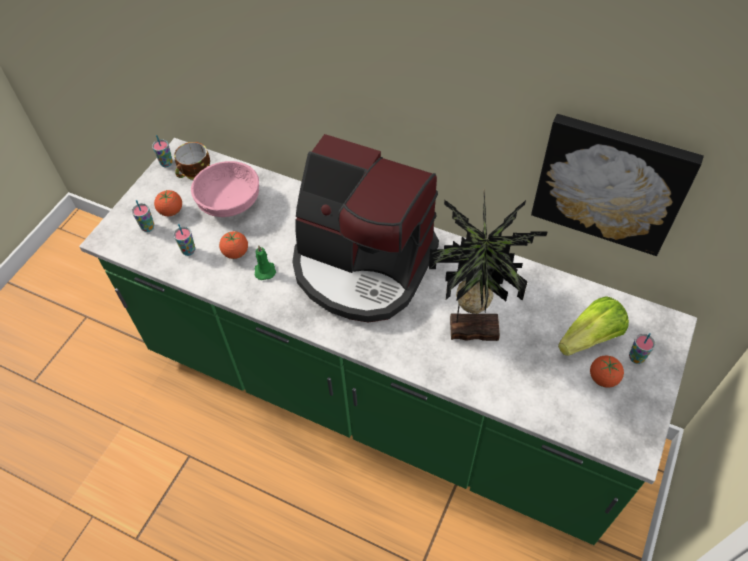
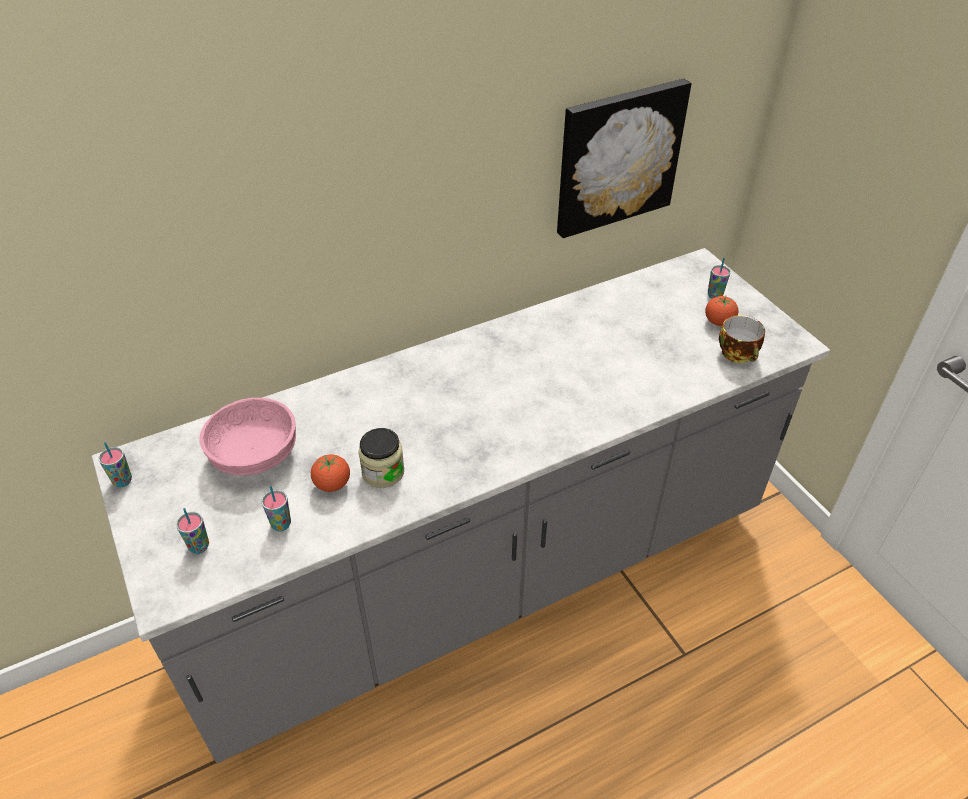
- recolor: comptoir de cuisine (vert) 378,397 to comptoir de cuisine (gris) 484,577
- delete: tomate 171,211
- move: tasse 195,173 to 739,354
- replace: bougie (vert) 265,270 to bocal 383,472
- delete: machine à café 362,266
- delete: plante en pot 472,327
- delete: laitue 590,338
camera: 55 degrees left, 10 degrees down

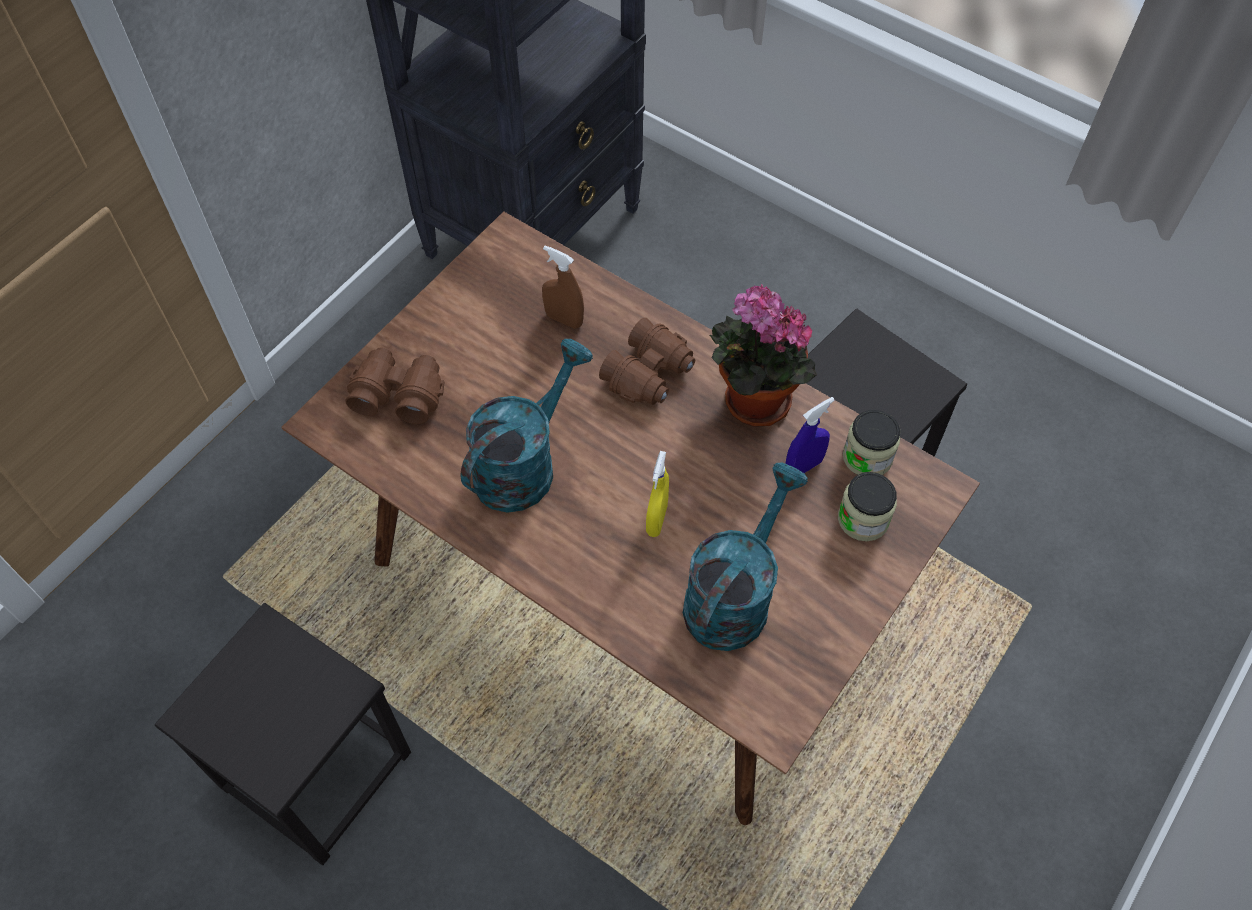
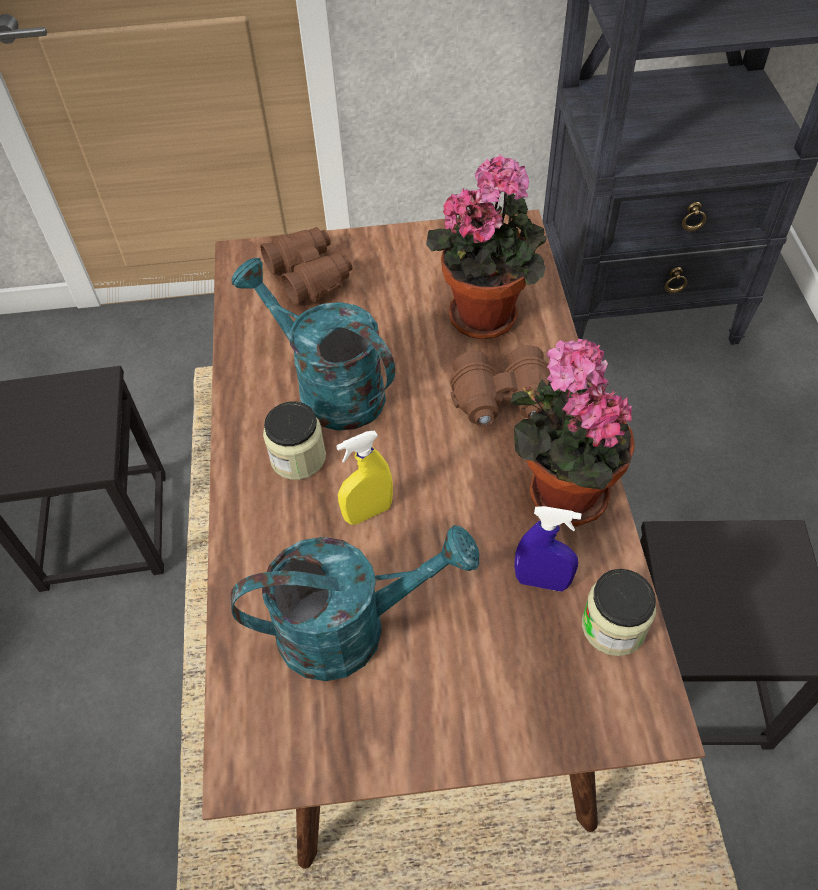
- rotate: arrosoir (turquoise) 524,463 = 328,388 135 degrees counterclockwise
- replace: vaporisateur (marron) 564,319 to plante en pot 487,312
- move: bocal 863,519 to 298,457
camera: 50 degrees right, 5 degrees down

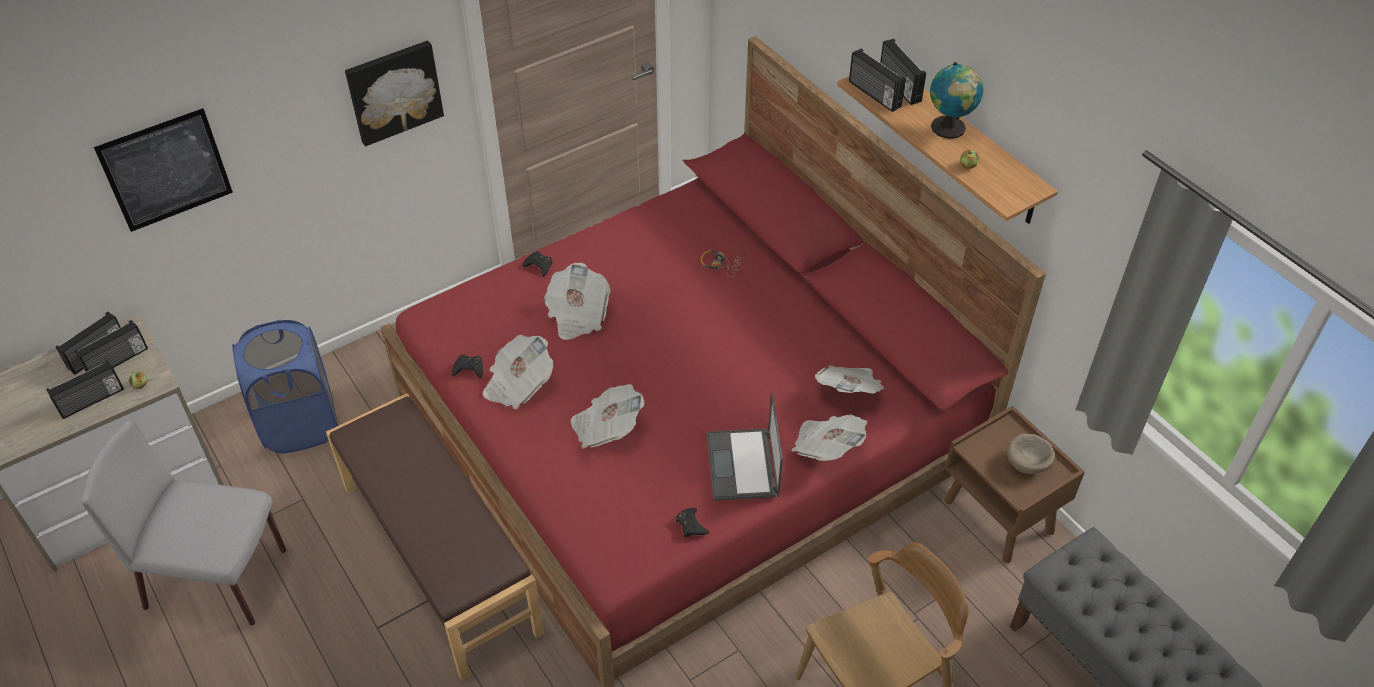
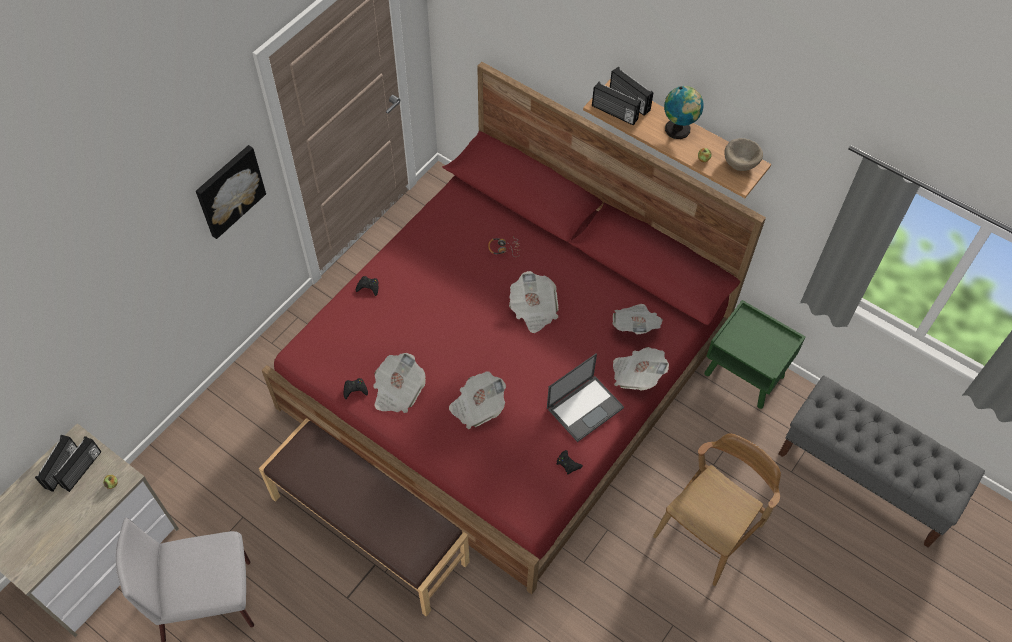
- delete: radio 92,401
- delete: tableau 166,170
- delete: panier à linge (bleu) 300,424
- move: journal 577,315 to 533,310
- rotate: ordinateur portable 743,466 = 585,407 105 degrees counterclockwise
- recolor: table de chevet (marron) 999,517 to table de chevet (vert) 745,375
- move: bol (beige) 1028,463 to 741,162
camera: 20 degrees left, 10 degrees up

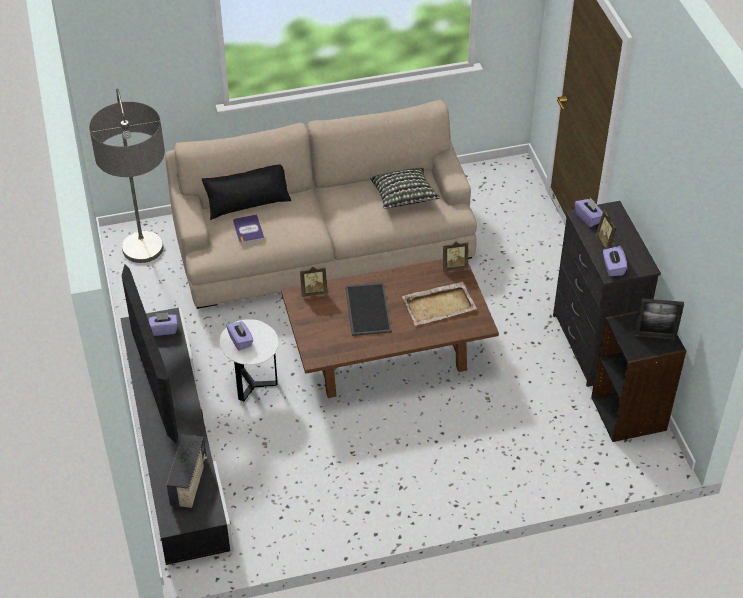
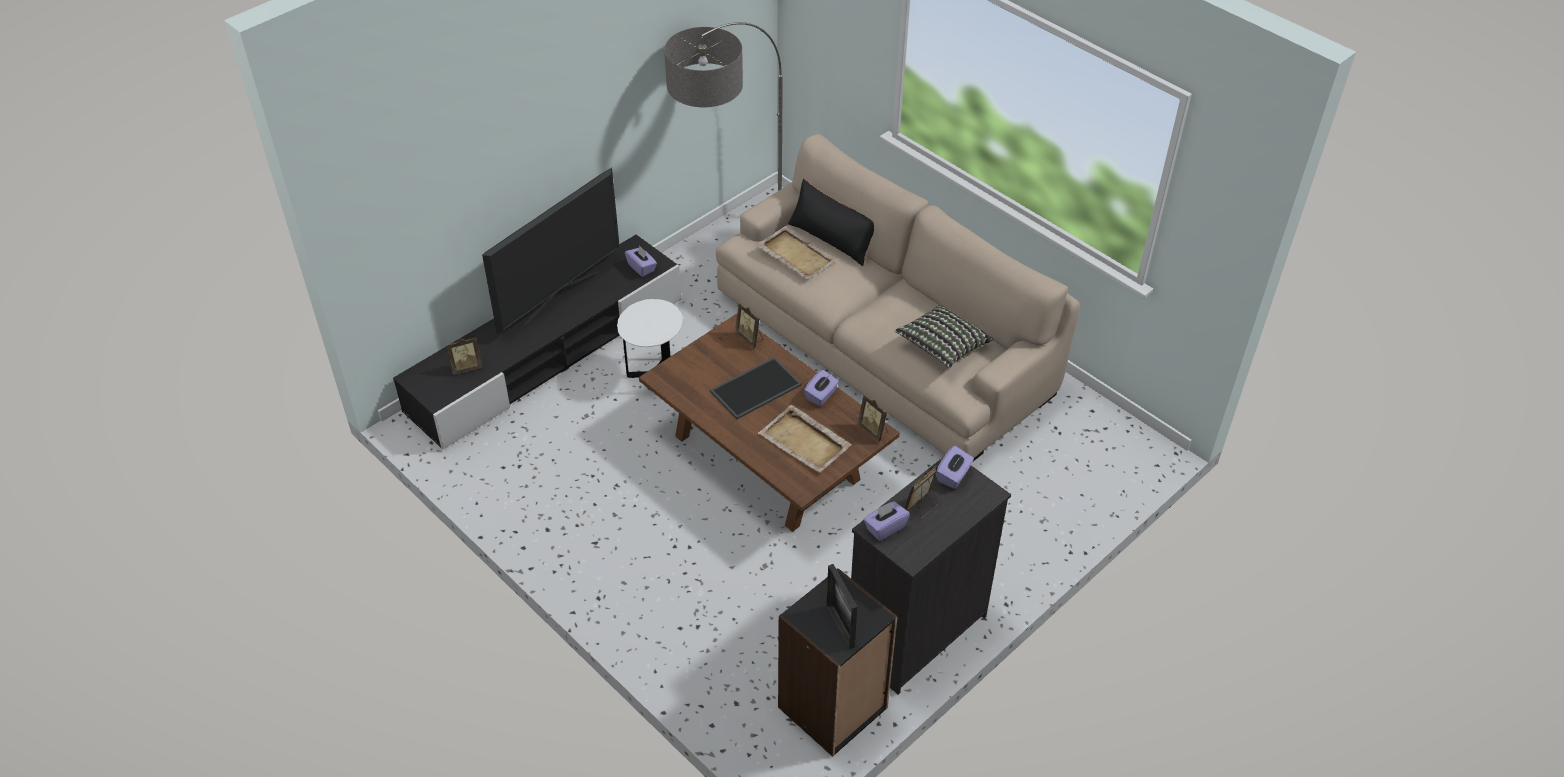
- replace: radio 189,483 to cadre photo 466,367
- move: boîte à mouchoirs (violet) 240,341 to 821,396
- replace: livre 248,229 to plateau (beige) 795,254
camera: 60 degrees right, 0 degrees up

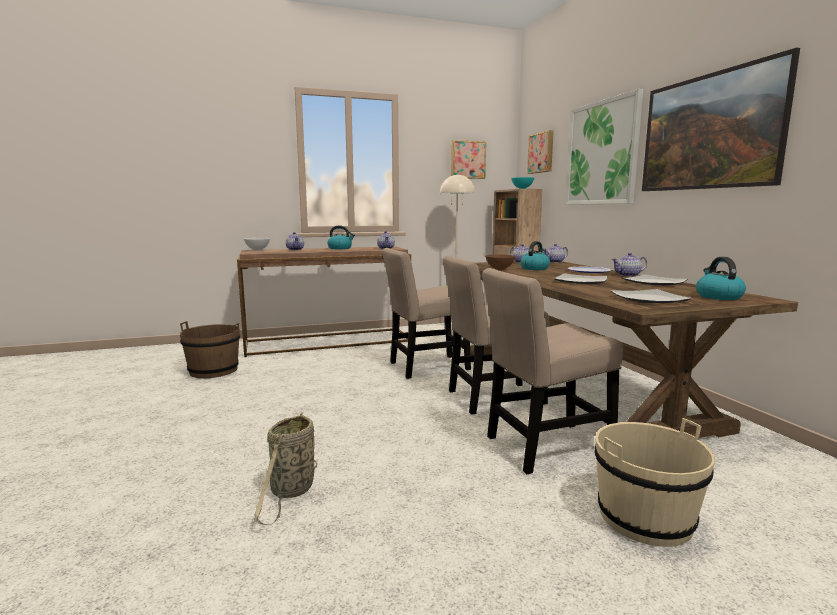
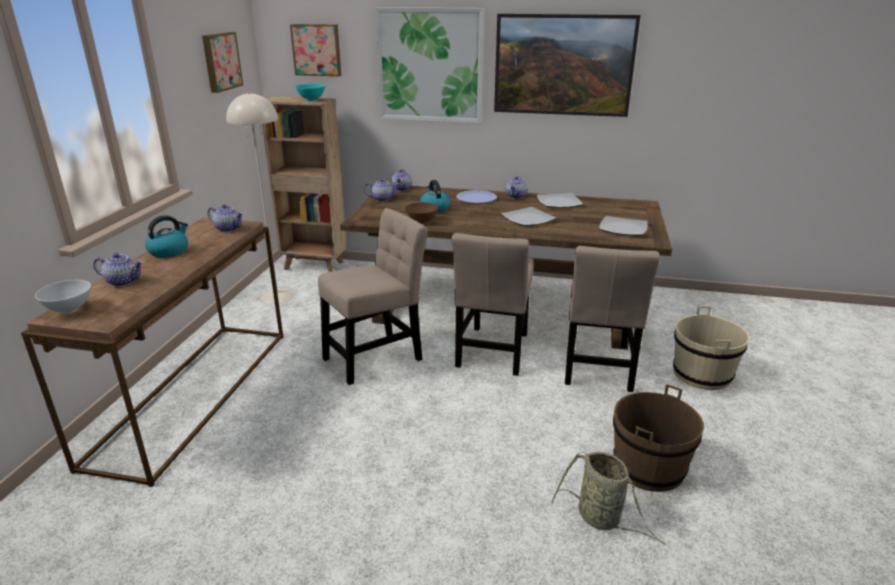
- move: seau (marron) 213,371 to 648,467
- rotate: chaise (beige) 425,367 = 377,357 135 degrees counterclockwise
- delete: bouilloire 718,297
camera: 60 degrees left, 15 degrees up

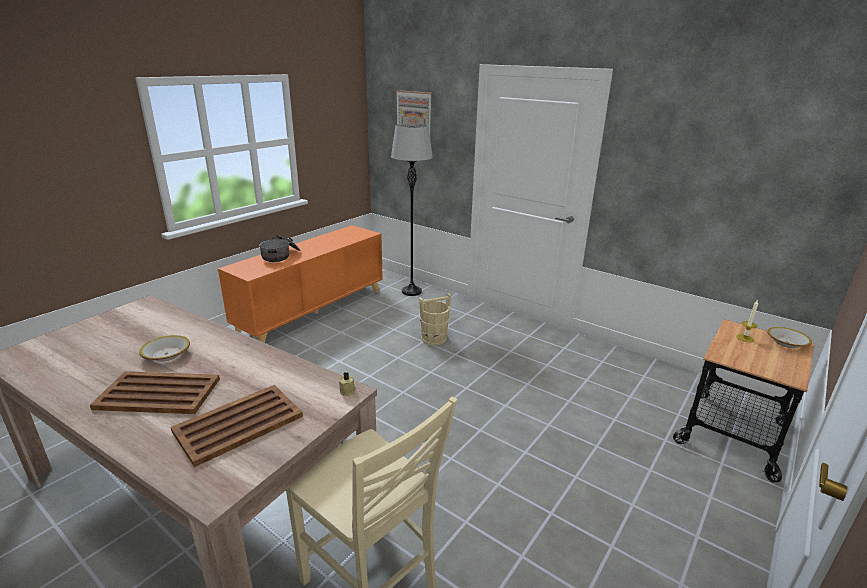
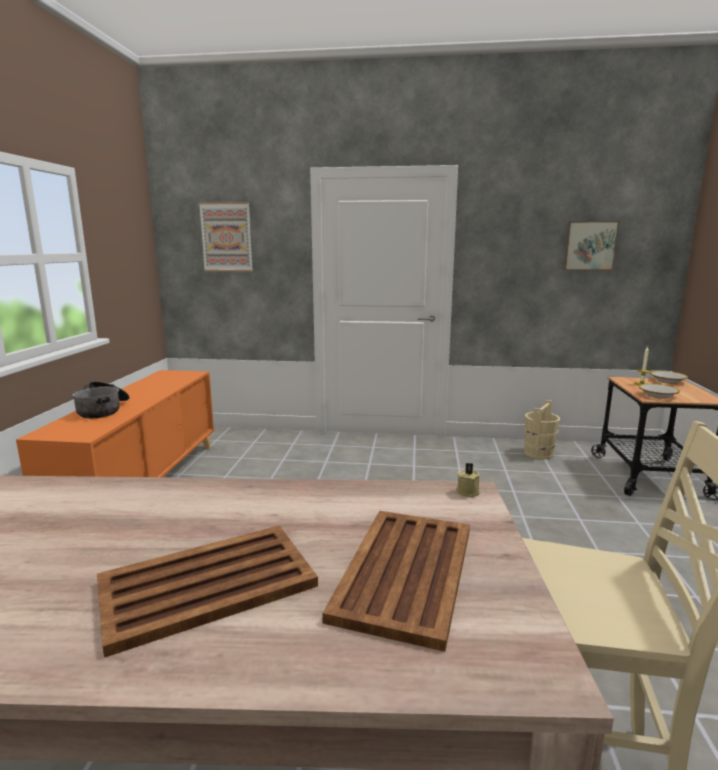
- move: bol 166,354 to 657,395
- delete: lampadaire (gris) 411,291
- move: seau (beige) 434,338 to 539,453
- insert: tableau 589,246
camera: 30 degrees left, 10 degrees down

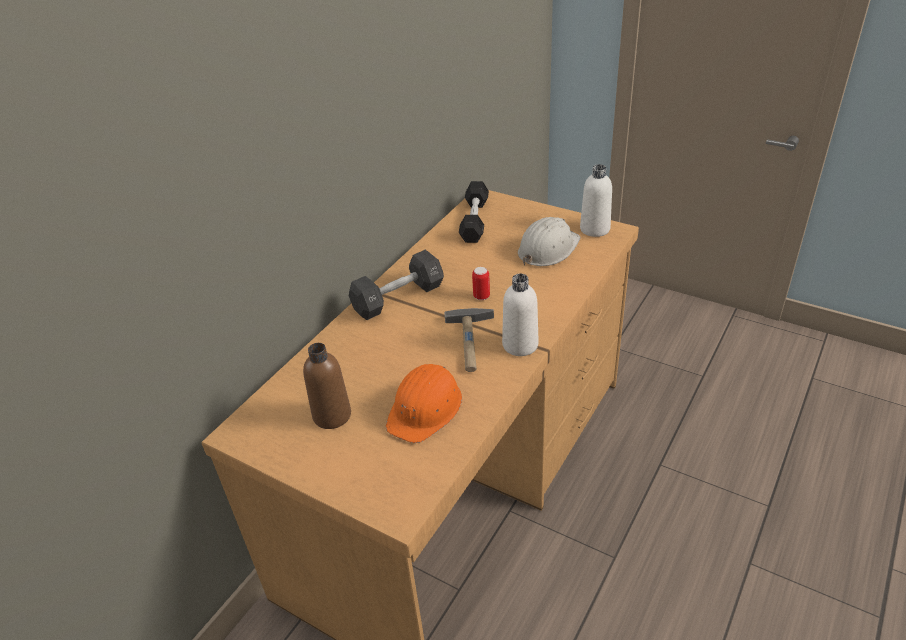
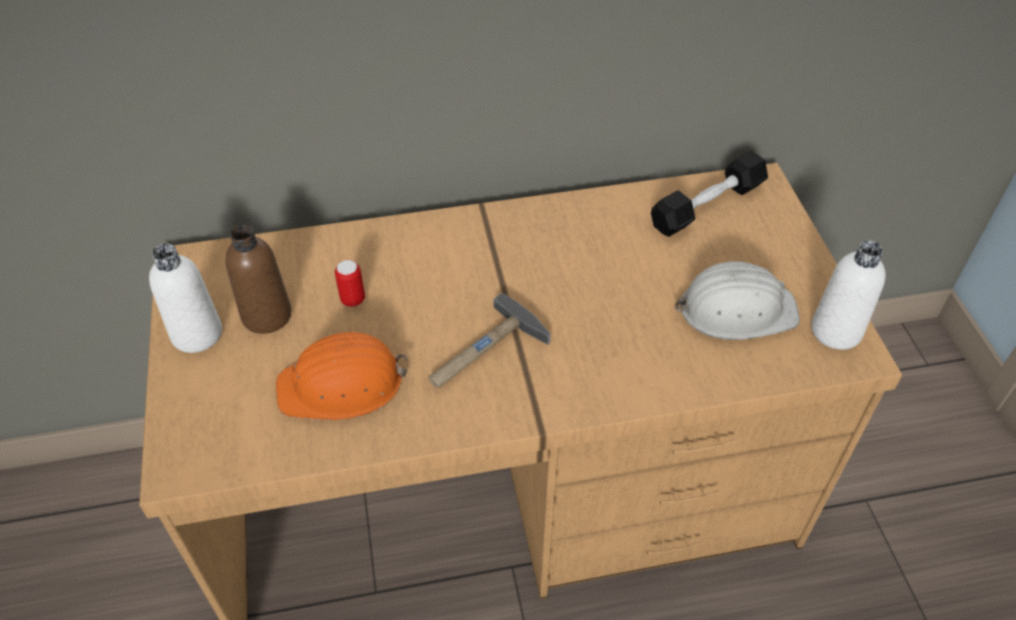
- delete: haltère (noir) 398,298
- move: boîte métallique 481,296 to 353,299
- move: bouteille (blanc) 520,345 to 197,334
camera: 45 degrees right, 10 degrees up

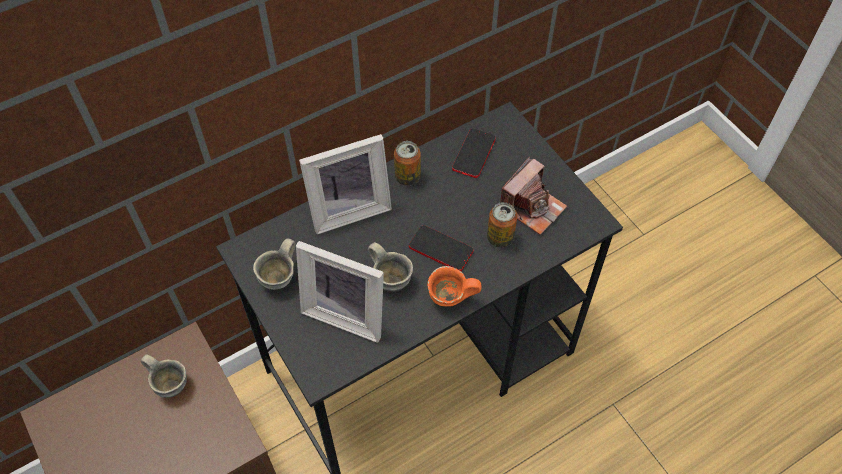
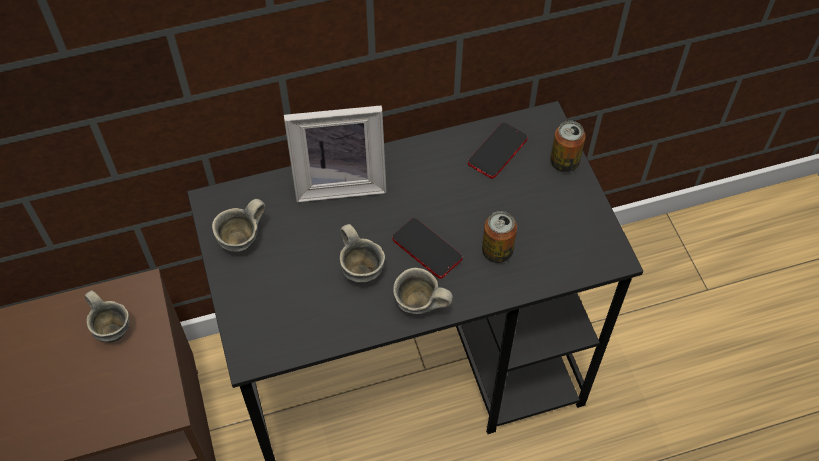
- delete: cadre photo 347,312
- move: boîte métallique 407,177 to 564,162
- recolor: mug (orange) 450,300 to mug (gris) 419,308
- delete: appareil photo 532,207
camera: 15 degrees right, 0 degrees up

